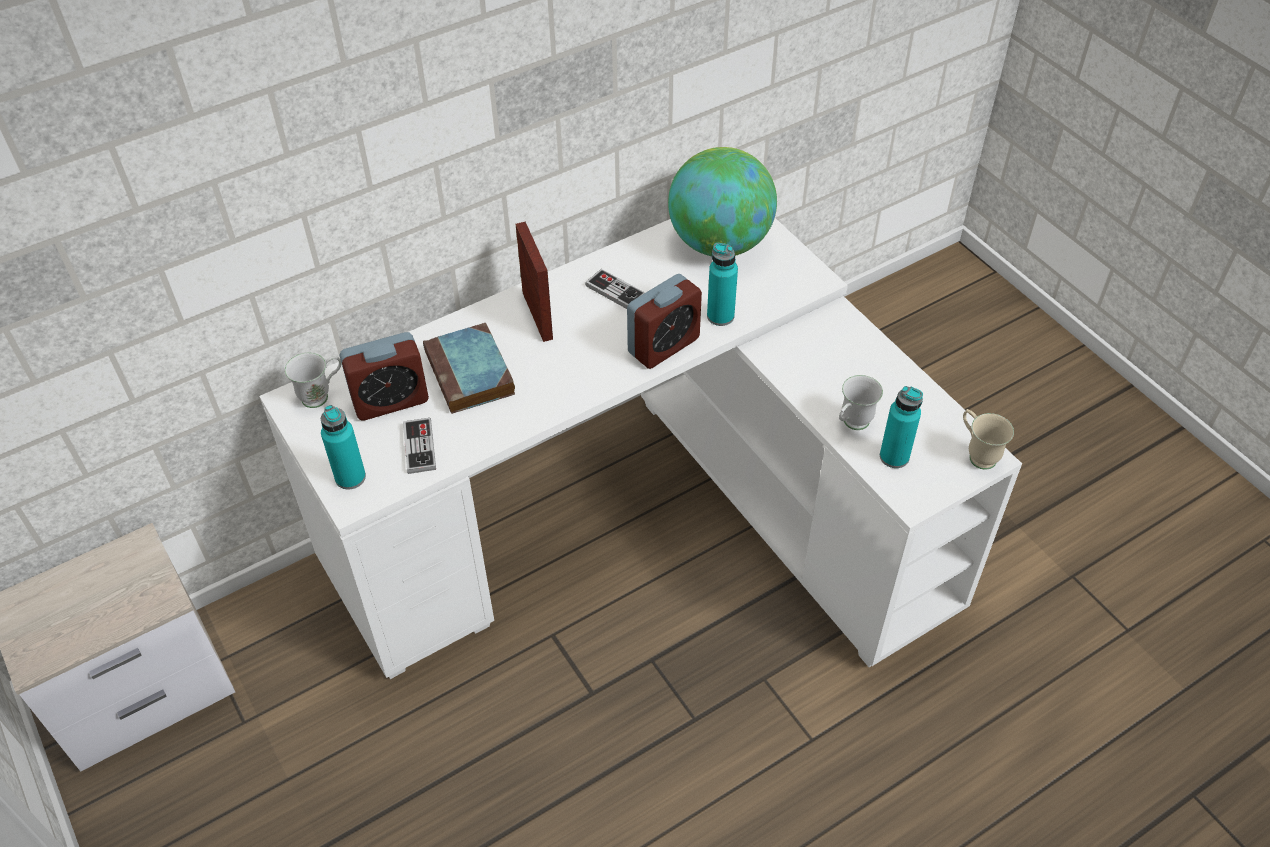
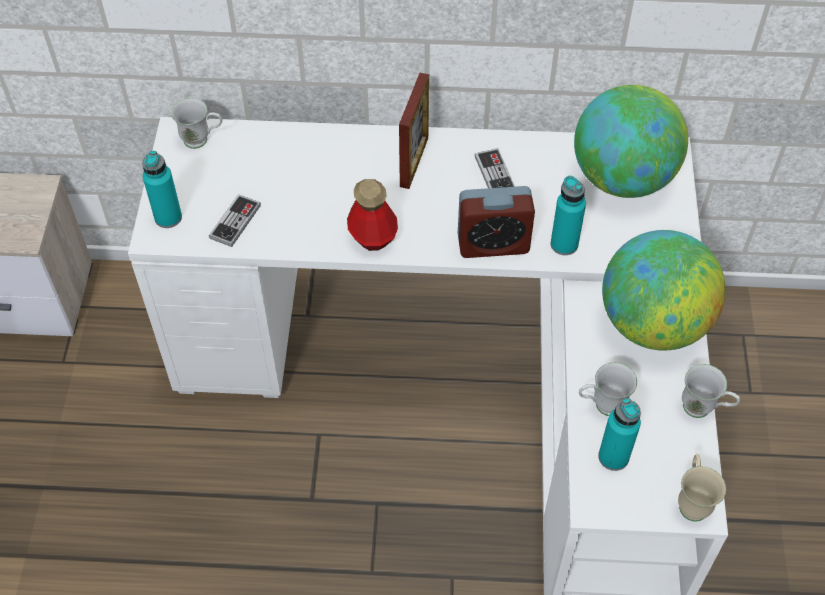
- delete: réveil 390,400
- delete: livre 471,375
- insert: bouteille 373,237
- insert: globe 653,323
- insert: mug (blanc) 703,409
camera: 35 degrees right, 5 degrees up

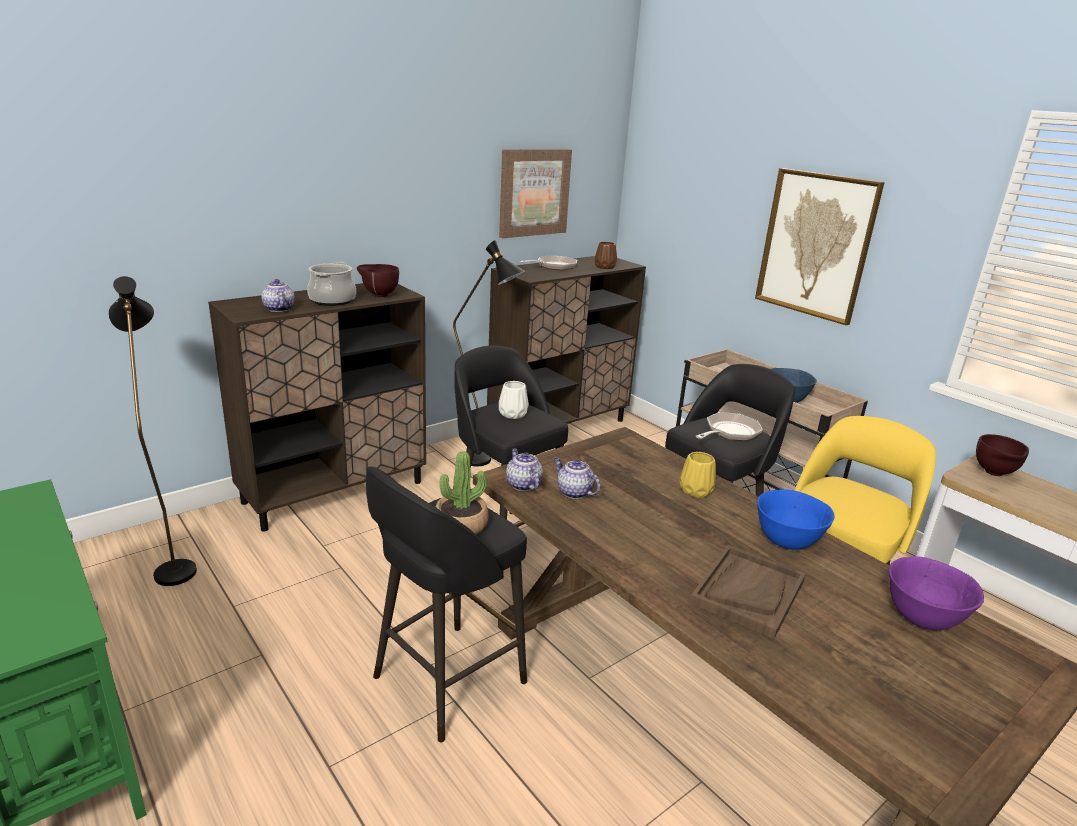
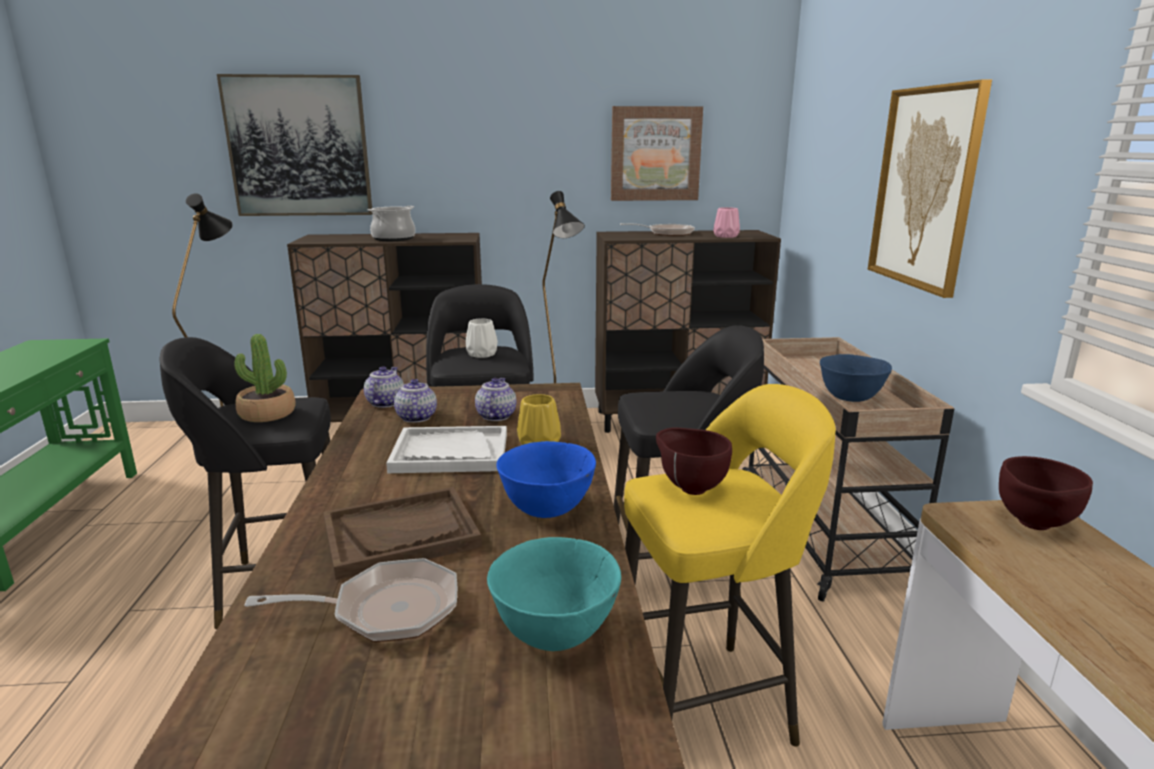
- move: théière 278,309 to 496,415
- move: bol (marron) 378,295 to 690,488
- recolor: vase (marron) 604,267 to vase (rose) 725,236
- move: poêle 729,432 to 386,610
- recolor: bol (violet) 923,617 to bol (turquoise) 556,632
- insert: tableau 299,147
- insert: plateau (blanc) 450,453
camera: 35 degrees right, 5 degrees down

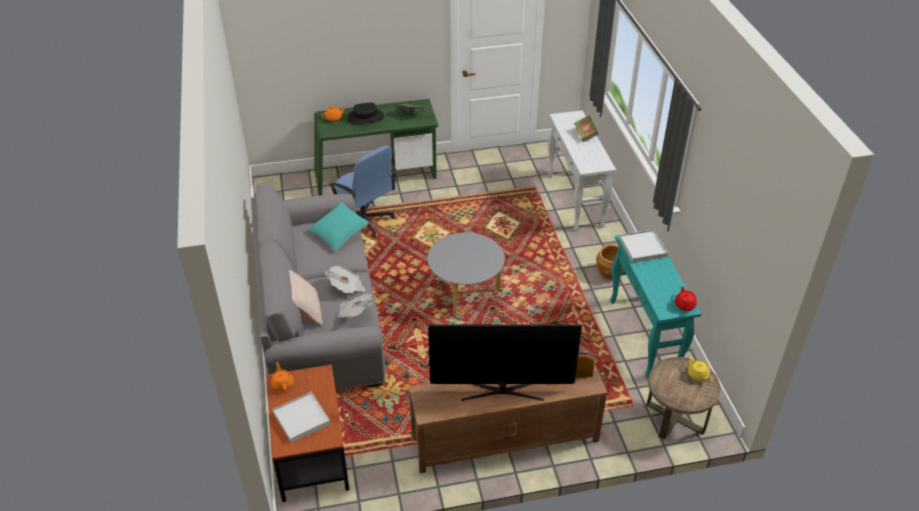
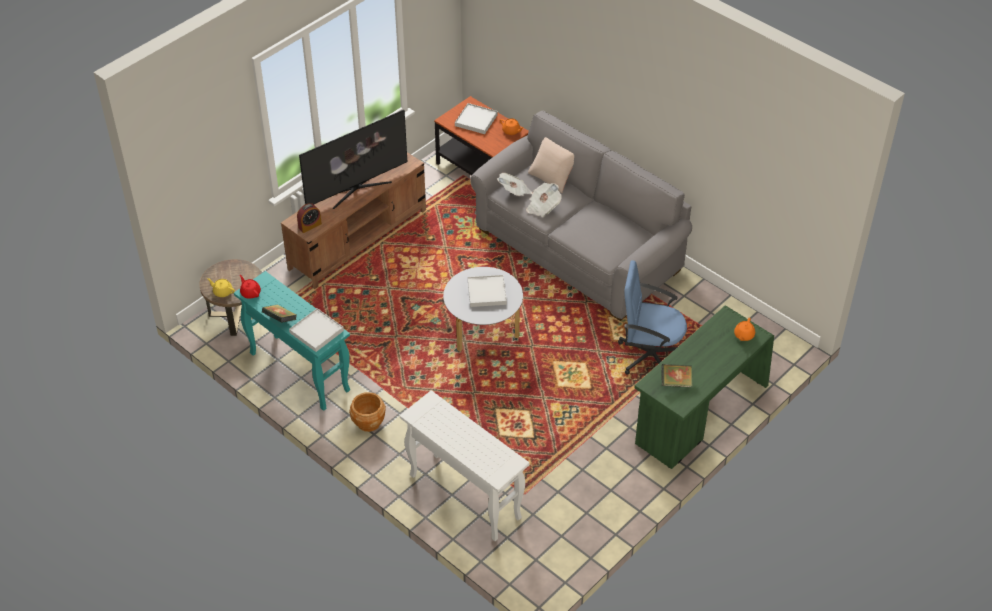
- delete: coussin (turquoise) 339,233
- delete: chapeau (noir) 365,118
- move: livre 585,135 to 280,320
- insert: plateau (blanc) 487,292
camera: 145 degrees right, 5 degrees up

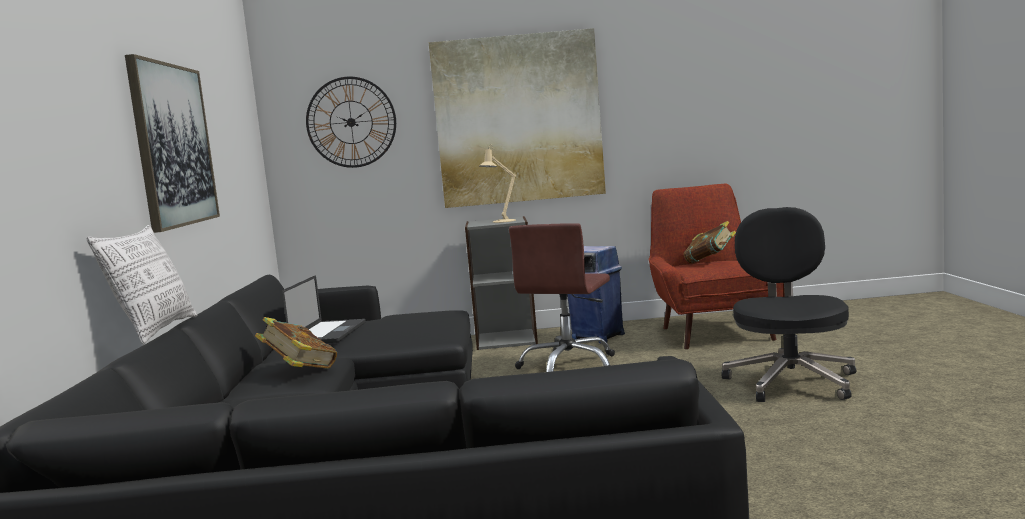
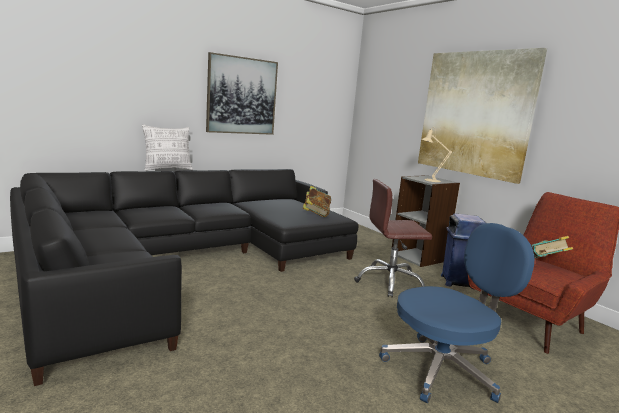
- move: livre 299,371 to 316,214
- delete: ordinateur portable 329,333
- delete: horloge murale 351,122
- recolor: chaise de bureau (noir) 790,381 to chaise de bureau (bleu) 443,370
camera: 55 degrees right, 5 degrees up

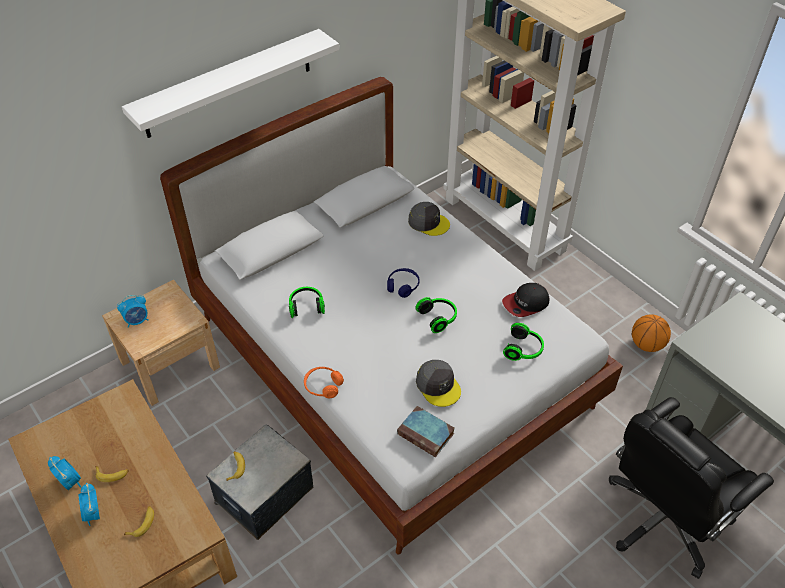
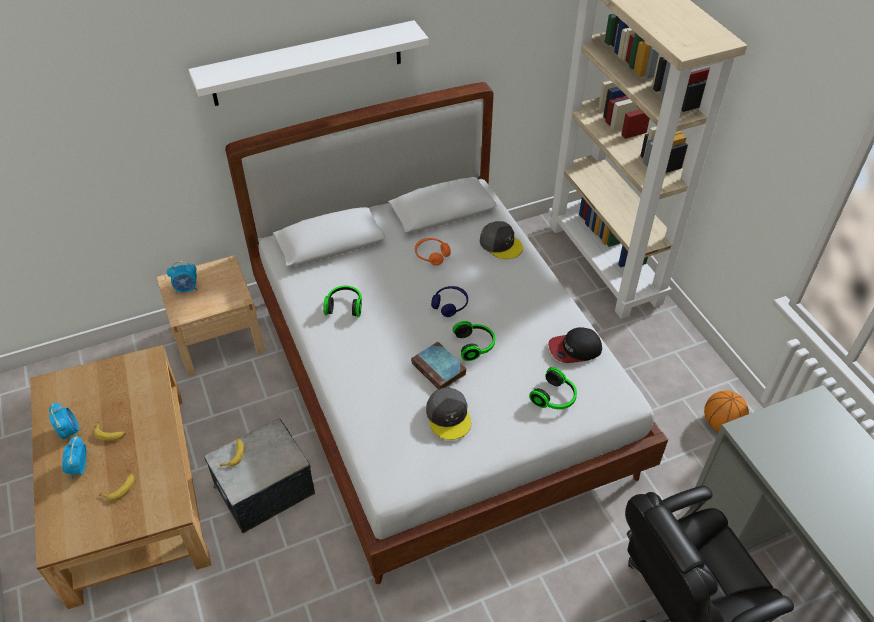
- move: casque audio (orange) 323,386 to 432,255
- move: livre 427,434 to 440,369
camera: 15 degrees right, 0 degrees up

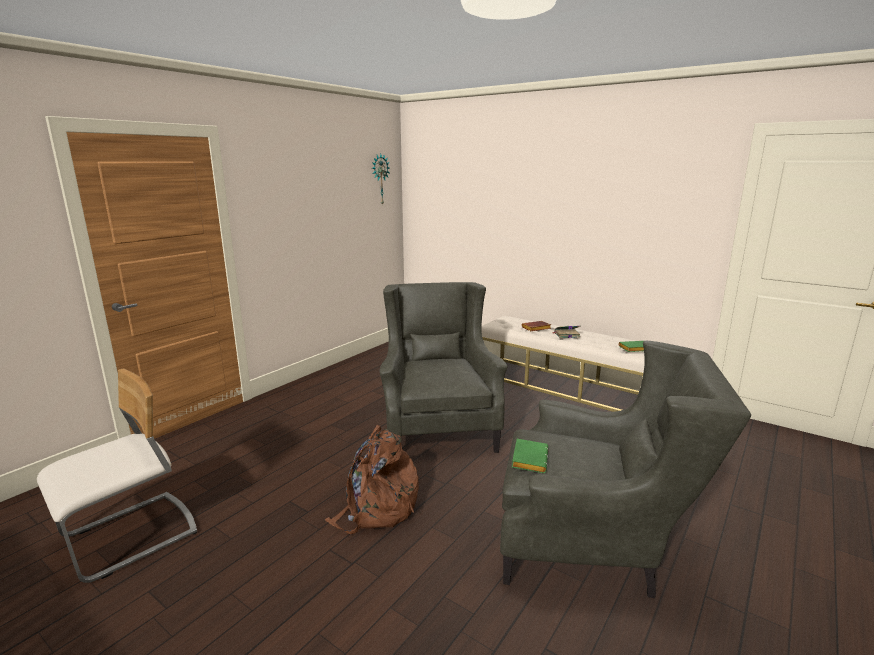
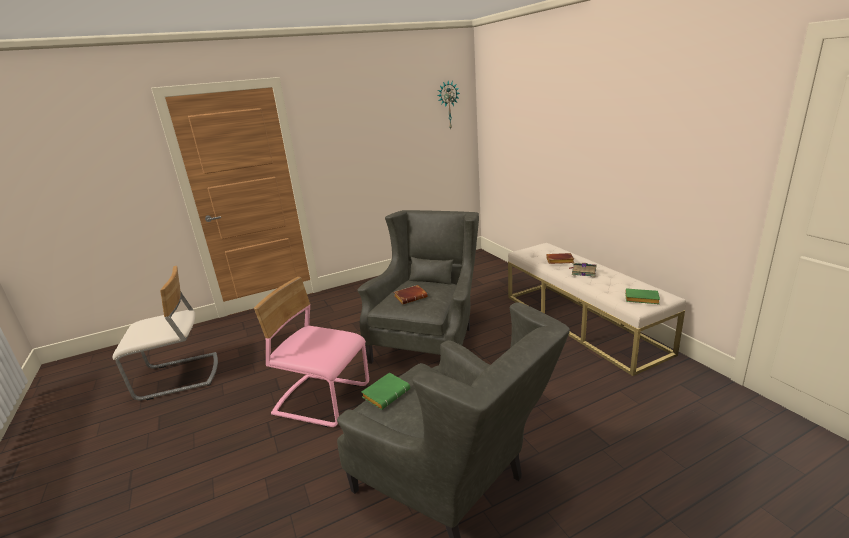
- replace: sac à dos (marron) 377,508 to chaise (rose) 322,399
- insert: livre (marron) 411,297
camera: 30 degrees right, 5 degrees up

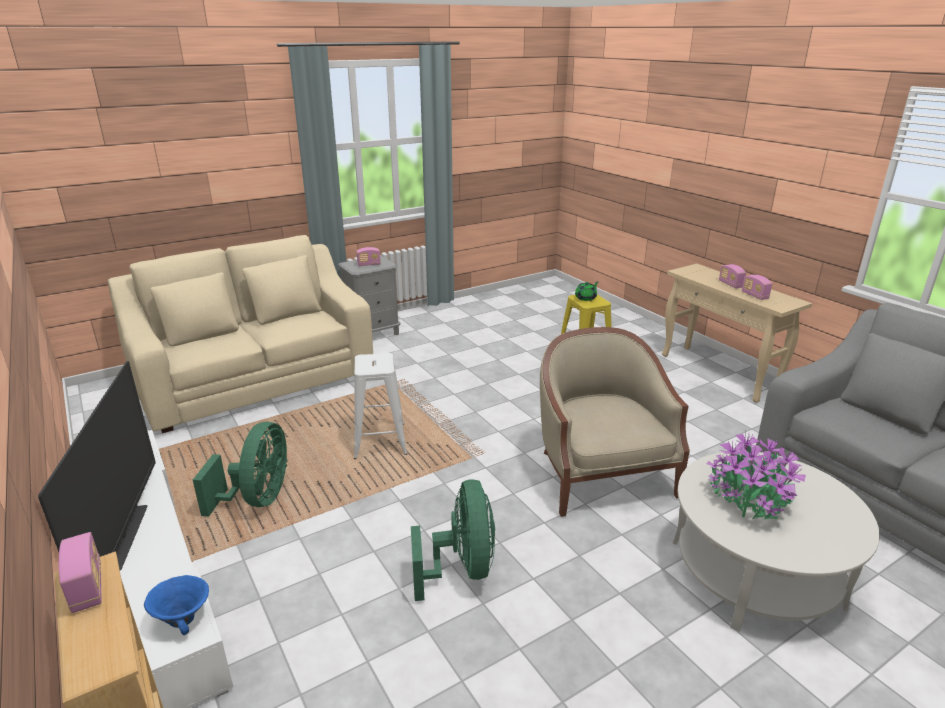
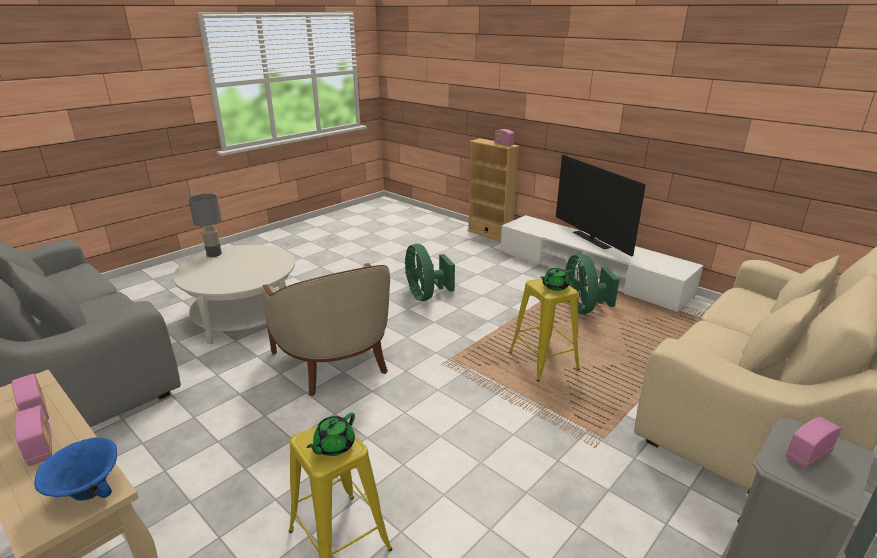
- move: bol (bleu) 184,618 to 86,493
- recolor: tabouret (blanc) 380,441 to tabouret (jaune) 543,360
- delete: plante en pot 749,499
- insert: lampe de table (gris) 214,254
- insert: théière (vert) 555,286
camera: 165 degrees right, 0 degrees up

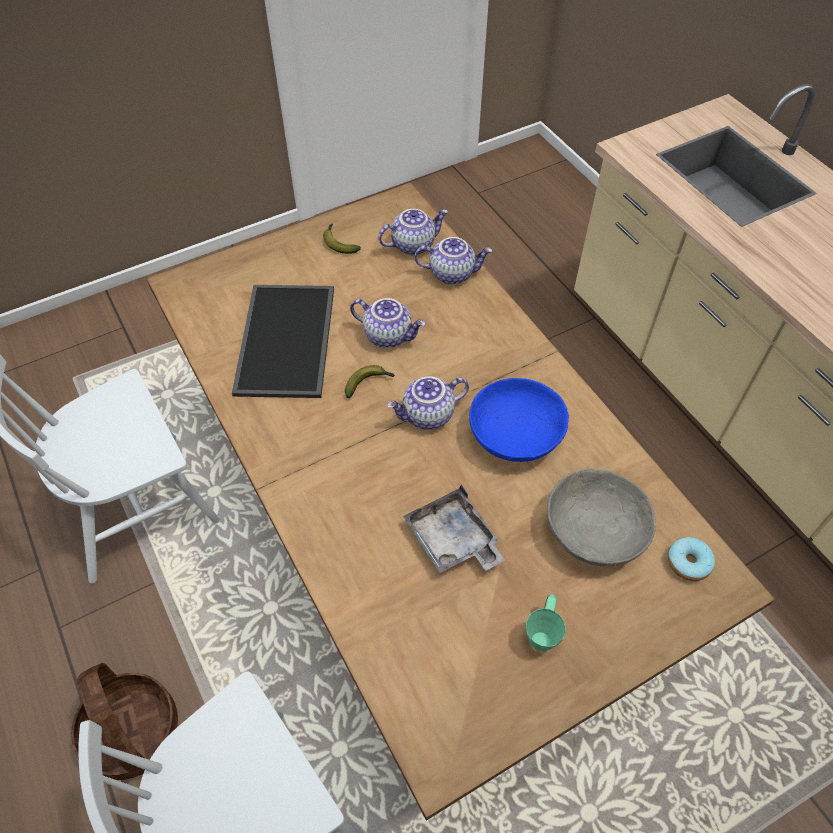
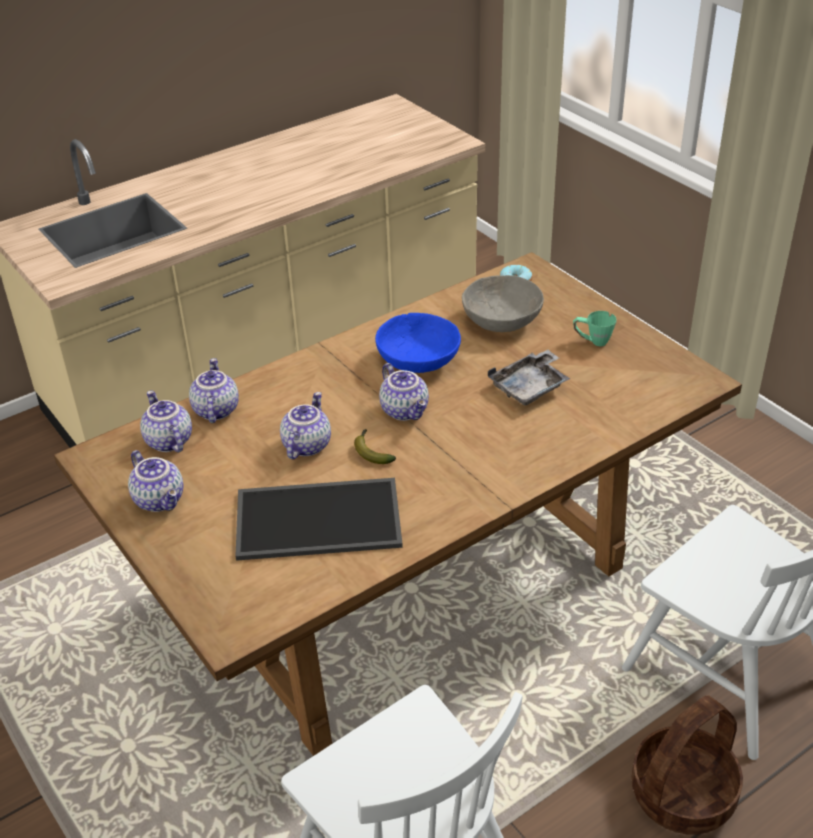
- replace: banane 339,243 to théière 160,499
camera: 95 degrees left, 15 degrees down

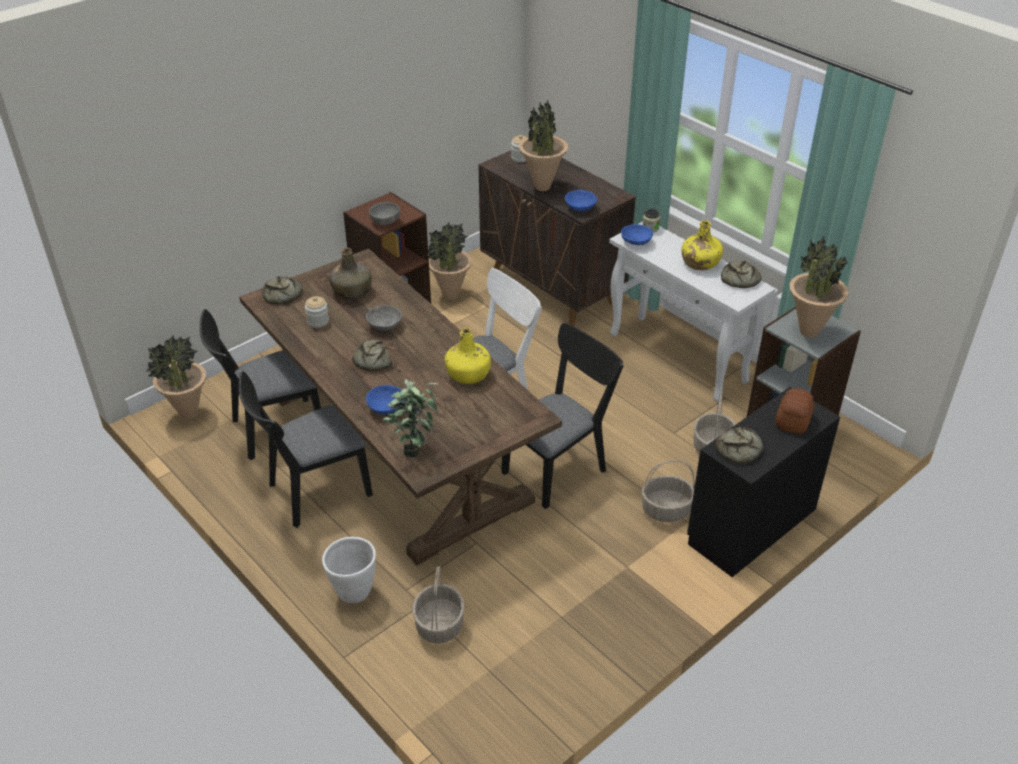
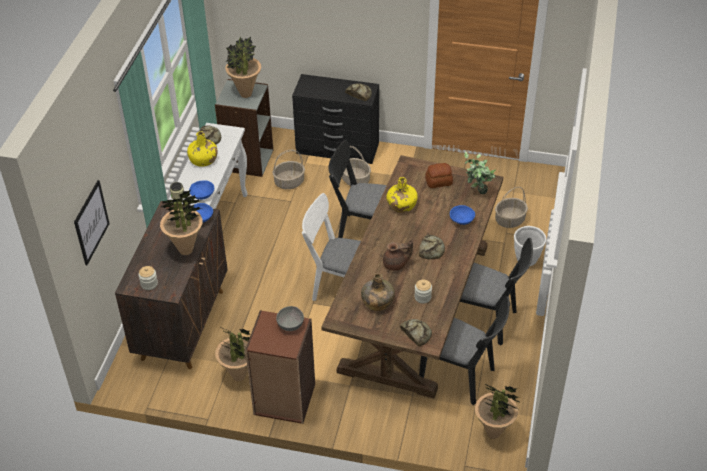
- replace: bol (gris) 384,326 to théière (marron) 396,264
- move: pain 792,421 to 439,182
- insert: tableau 91,222
camera: 125 degrees left, 5 degrees up

